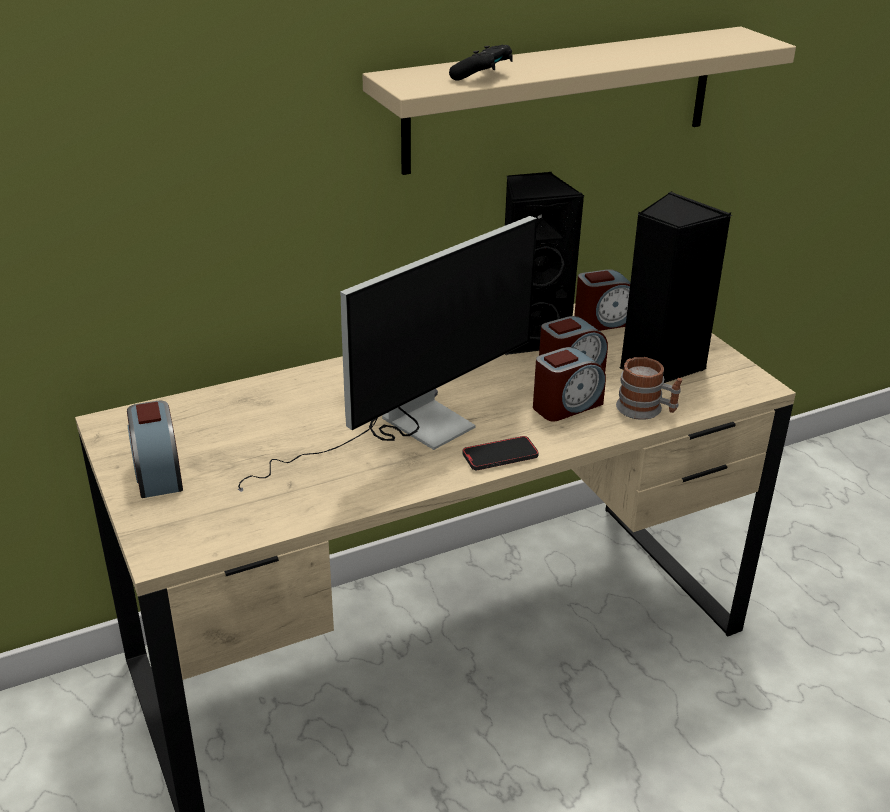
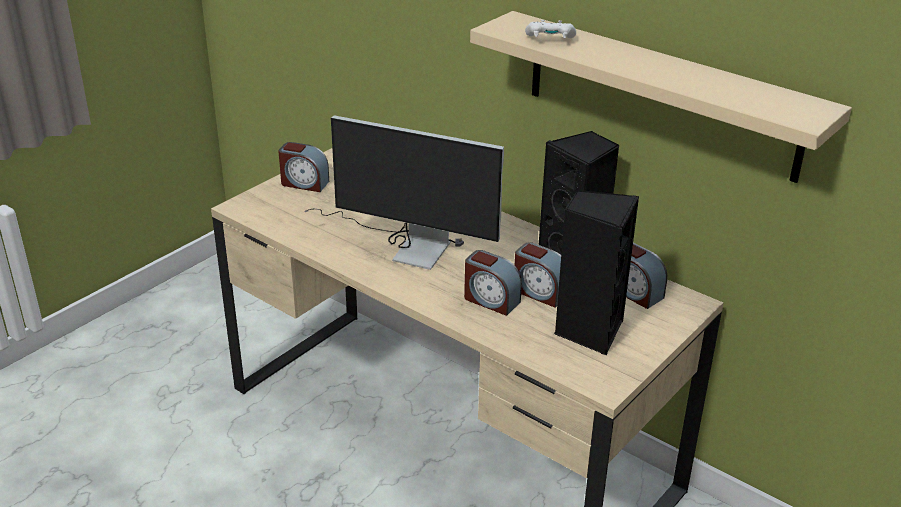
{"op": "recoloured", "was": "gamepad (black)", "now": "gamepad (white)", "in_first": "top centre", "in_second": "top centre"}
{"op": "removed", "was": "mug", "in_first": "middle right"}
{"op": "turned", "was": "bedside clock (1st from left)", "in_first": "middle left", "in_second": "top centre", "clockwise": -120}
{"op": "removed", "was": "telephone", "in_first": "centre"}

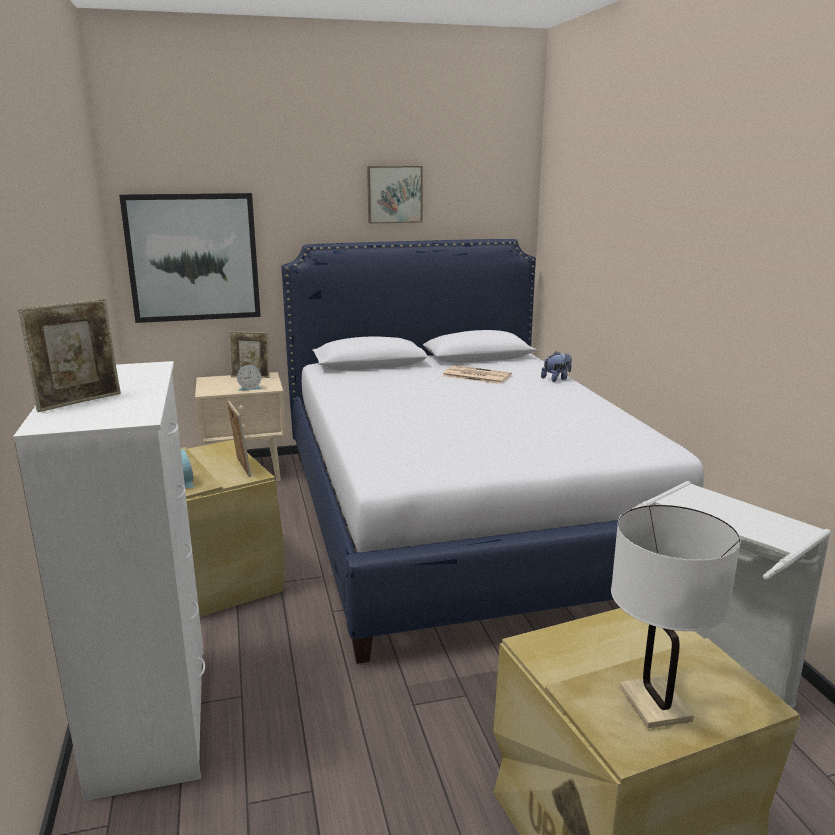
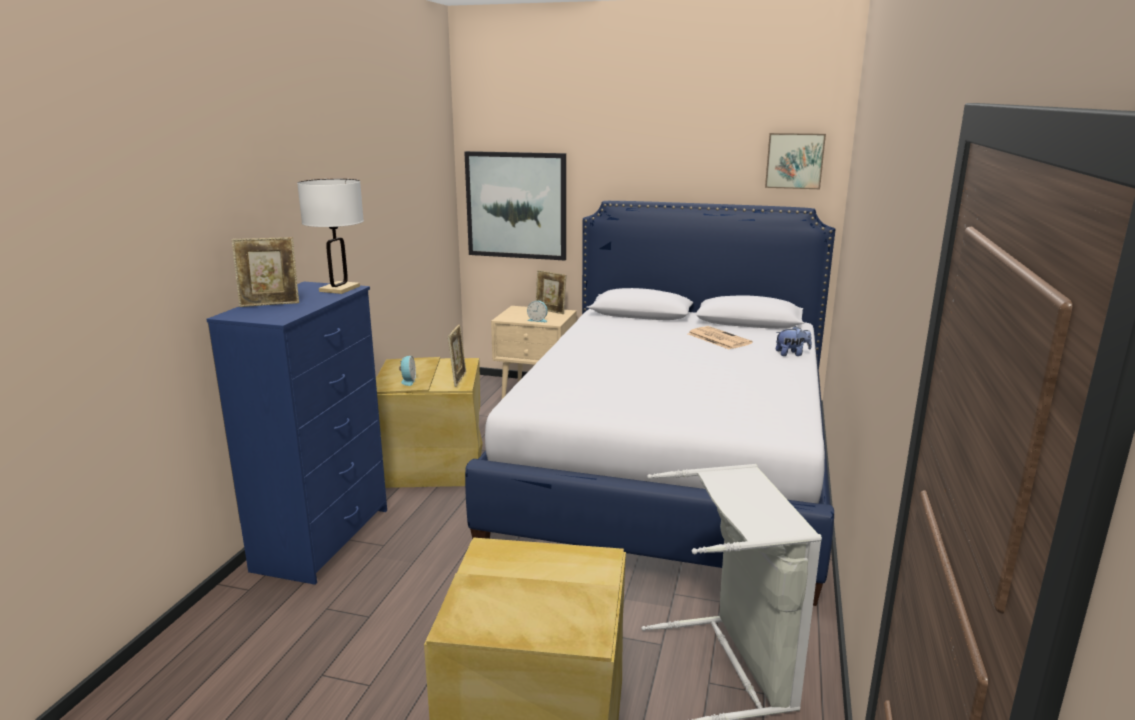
{"op": "moved", "was": "picture (2nd from left)", "in_first": "top centre", "in_second": "top right"}
{"op": "recoloured", "was": "chest of drawers (white)", "now": "chest of drawers (bluish)", "in_first": "bottom left", "in_second": "middle left"}
{"op": "moved", "was": "tabletop lamp (white)", "in_first": "bottom right", "in_second": "top left"}

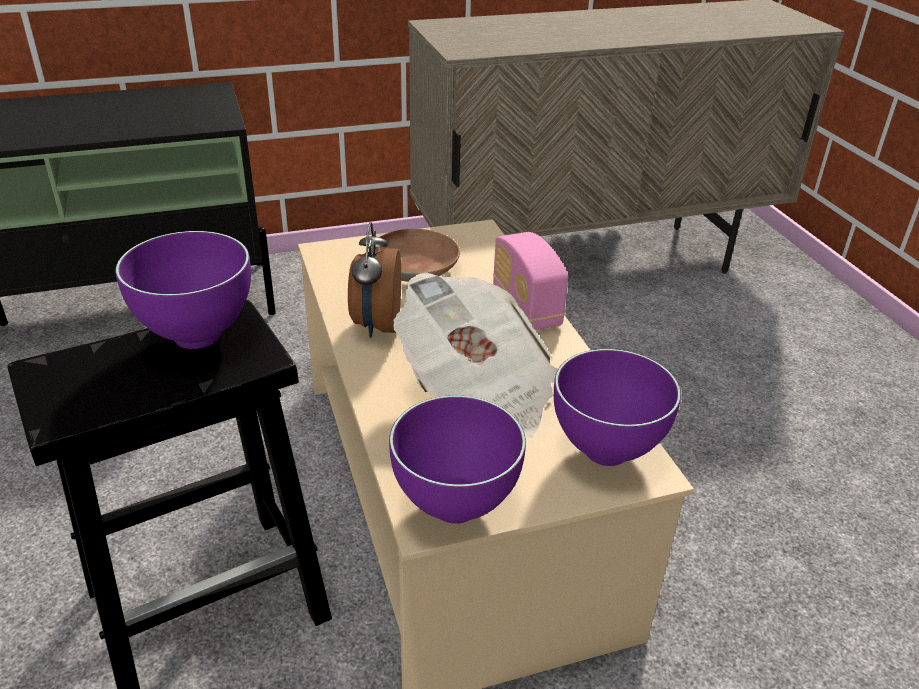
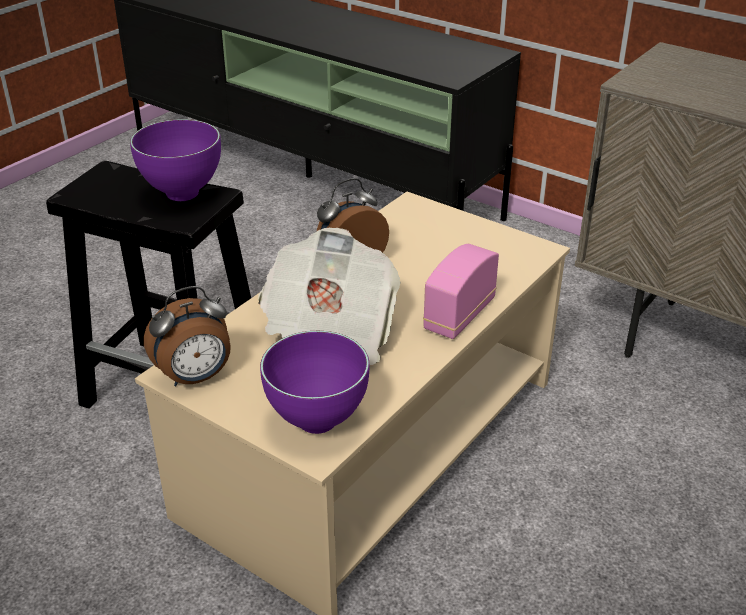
{"op": "removed", "was": "serving bowl (brown)", "in_first": "centre"}
{"op": "replaced", "was": "serving bowl (purple) (2nd from left)", "now": "bedside clock (1st from left)", "in_first": "centre", "in_second": "middle left"}

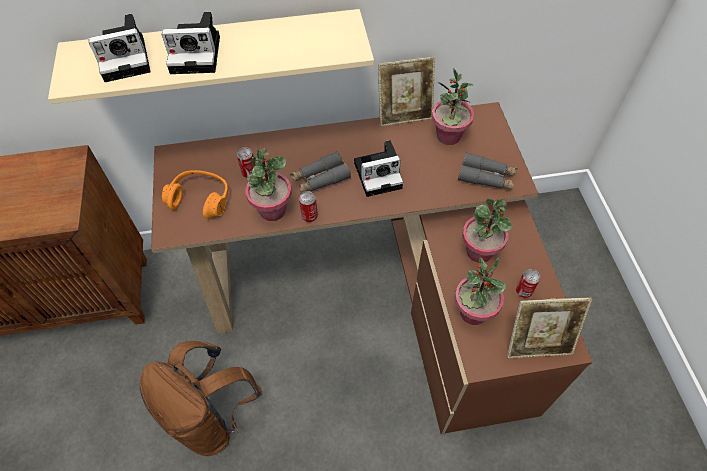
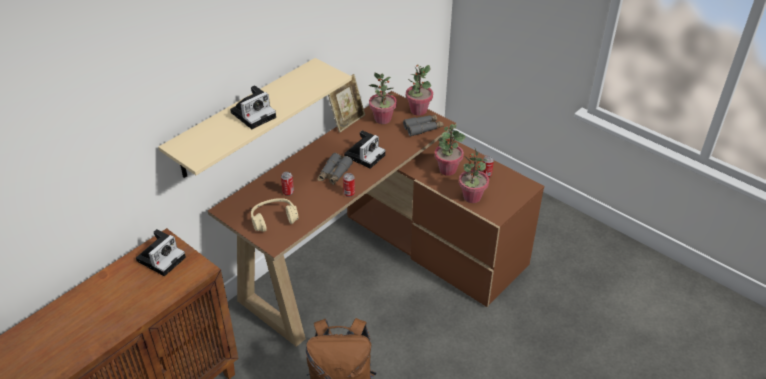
{"op": "moved", "was": "still camera (1st from left)", "in_first": "top left", "in_second": "middle left"}
{"op": "moved", "was": "houseplant (1st from left in the first image)", "now": "houseplant (2nd from left)", "in_first": "centre", "in_second": "top centre"}
{"op": "recoloured", "was": "pair of headphones (orangey)", "now": "pair of headphones (beige-coloured)", "in_first": "middle left", "in_second": "centre"}
{"op": "removed", "was": "standing frame (2nd from left)", "in_first": "bottom right"}

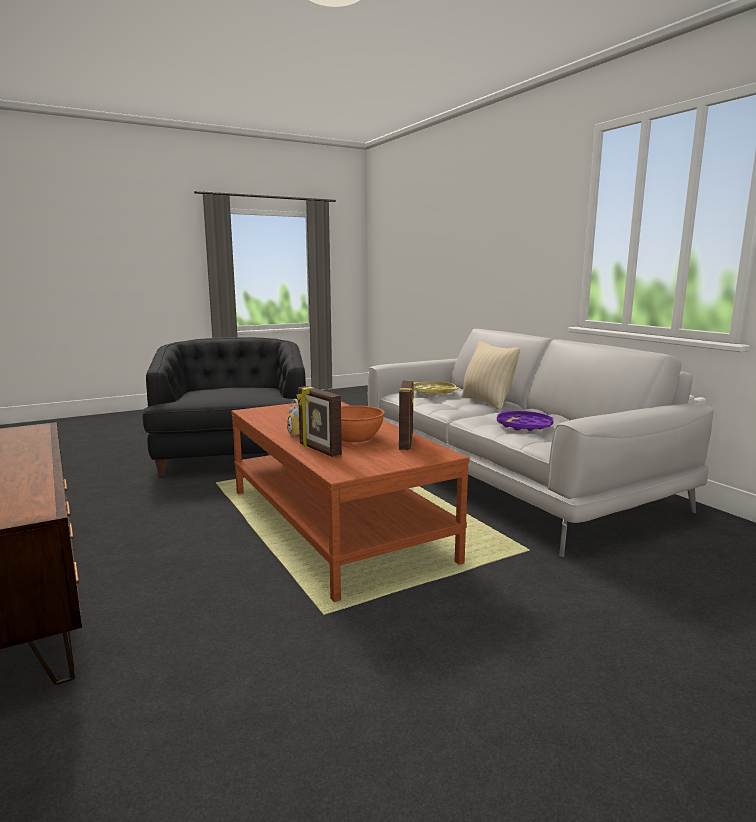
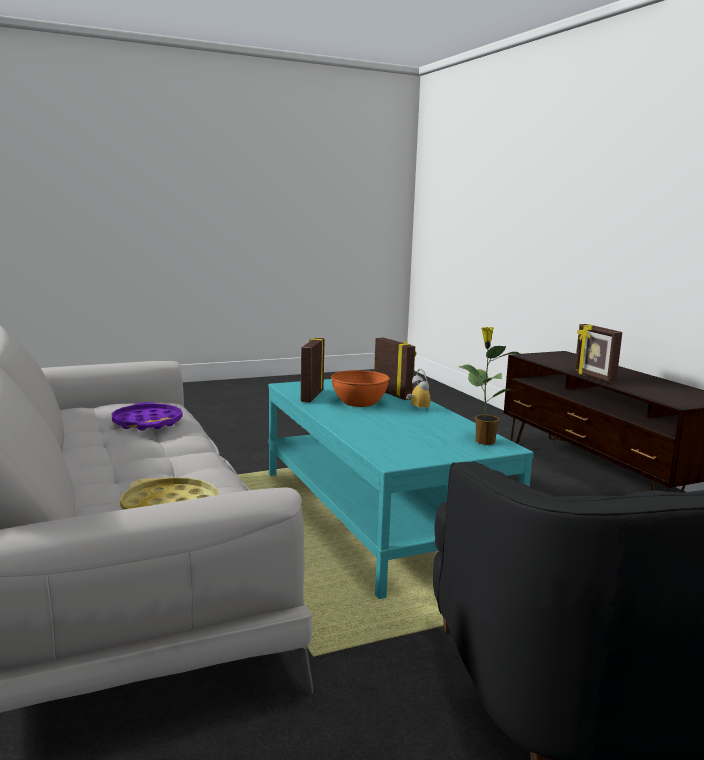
{"op": "removed", "was": "pillow (beige-coloured)", "in_first": "centre"}
{"op": "recoloured", "was": "coffee table (brown)", "now": "coffee table (turquoise-coloured)", "in_first": "centre", "in_second": "centre"}
{"op": "added", "now": "standing frame (3rd from left)", "in_second": "middle right"}
{"op": "added", "now": "houseplant", "in_second": "middle right"}

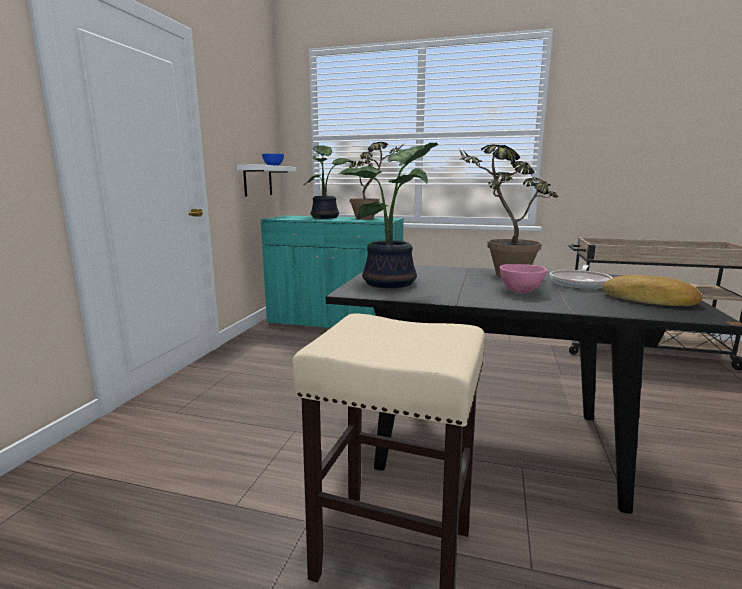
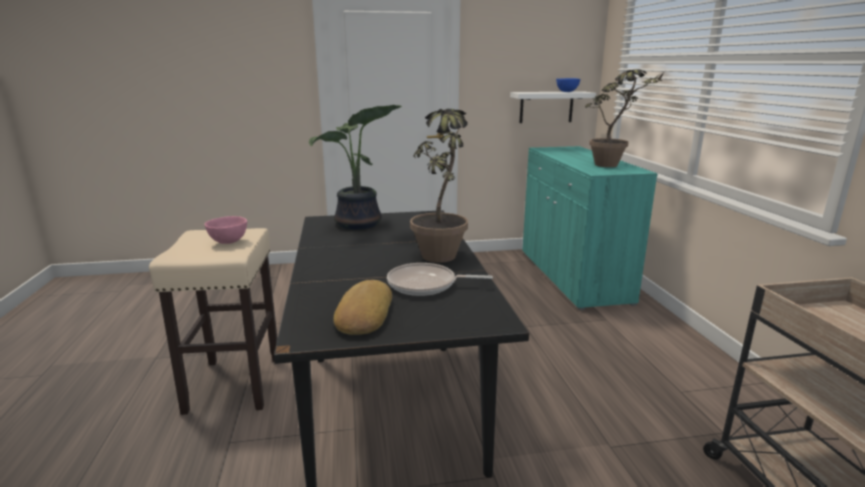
{"op": "removed", "was": "houseplant (1st from left)", "in_first": "top centre"}
{"op": "moved", "was": "serving bowl (pink-coloured)", "in_first": "middle right", "in_second": "middle left"}

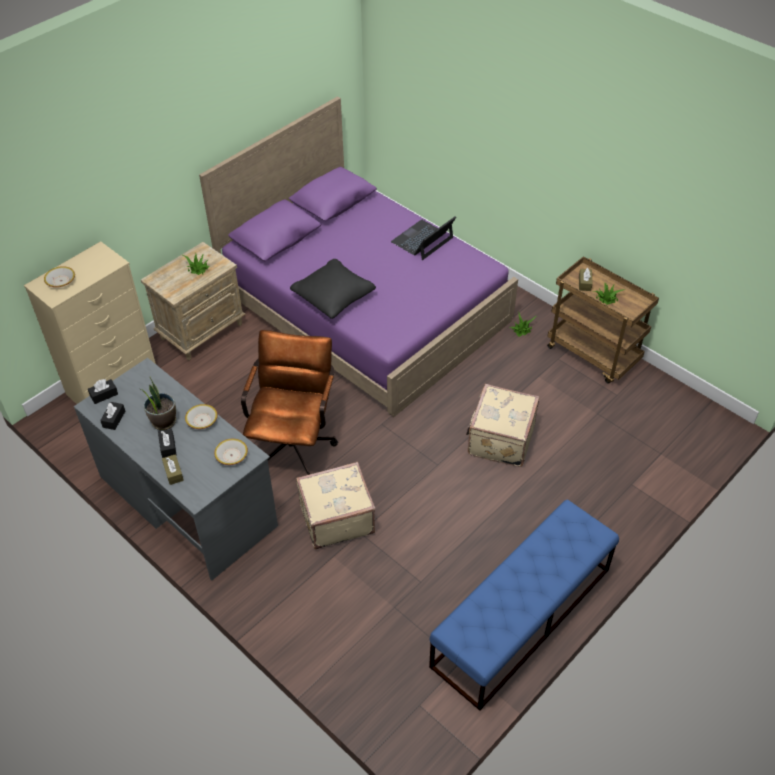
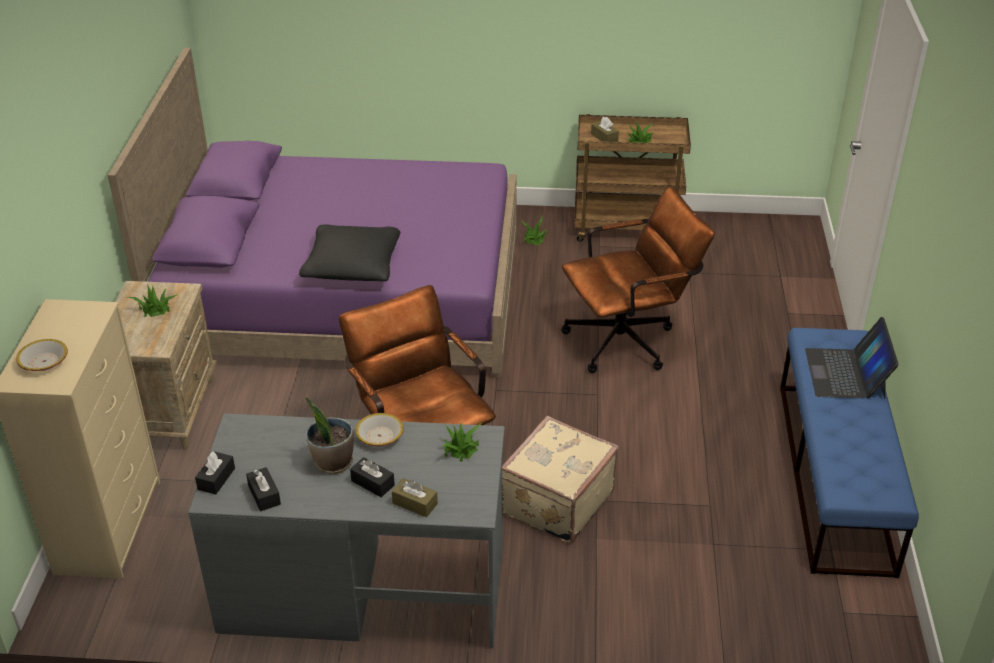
{"op": "moved", "was": "portable computer", "in_first": "top centre", "in_second": "middle right"}
{"op": "replaced", "was": "suitcase (beige-coloured) (2nd from left)", "now": "office chair (brown) (2nd from left)", "in_first": "centre", "in_second": "centre"}
{"op": "replaced", "was": "serving bowl (3rd from left)", "now": "houseplant (3rd from left)", "in_first": "middle left", "in_second": "bottom centre"}

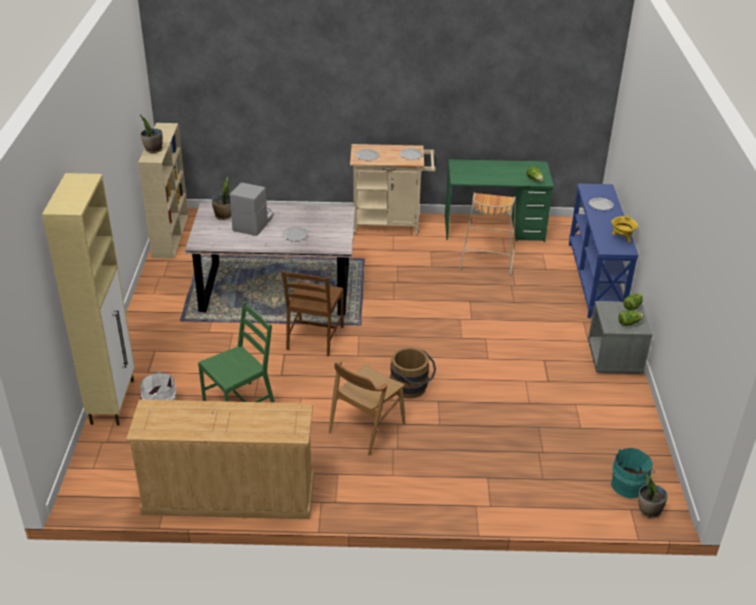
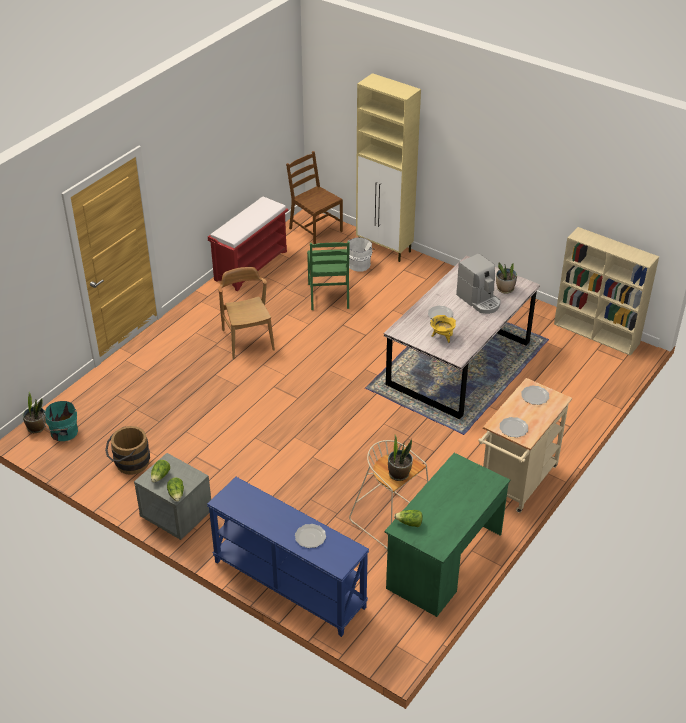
{"op": "moved", "was": "houseplant (1st from left in the first image)", "now": "houseplant (2nd from left)", "in_first": "top left", "in_second": "centre"}
{"op": "moved", "was": "cooking pot (yellow)", "in_first": "middle right", "in_second": "centre"}
{"op": "moved", "was": "chair (brown) (1st from left in the first image)", "now": "chair (brown) (2nd from left)", "in_first": "centre", "in_second": "top centre"}
{"op": "moved", "was": "bucket (brown)", "in_first": "centre", "in_second": "middle left"}
{"op": "replaced", "was": "chest of drawers (beige-coloured)", "now": "bench (red)", "in_first": "bottom left", "in_second": "centre"}

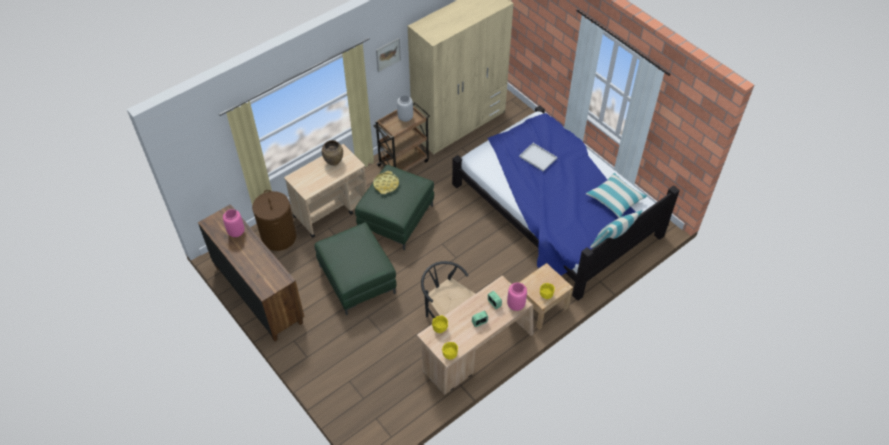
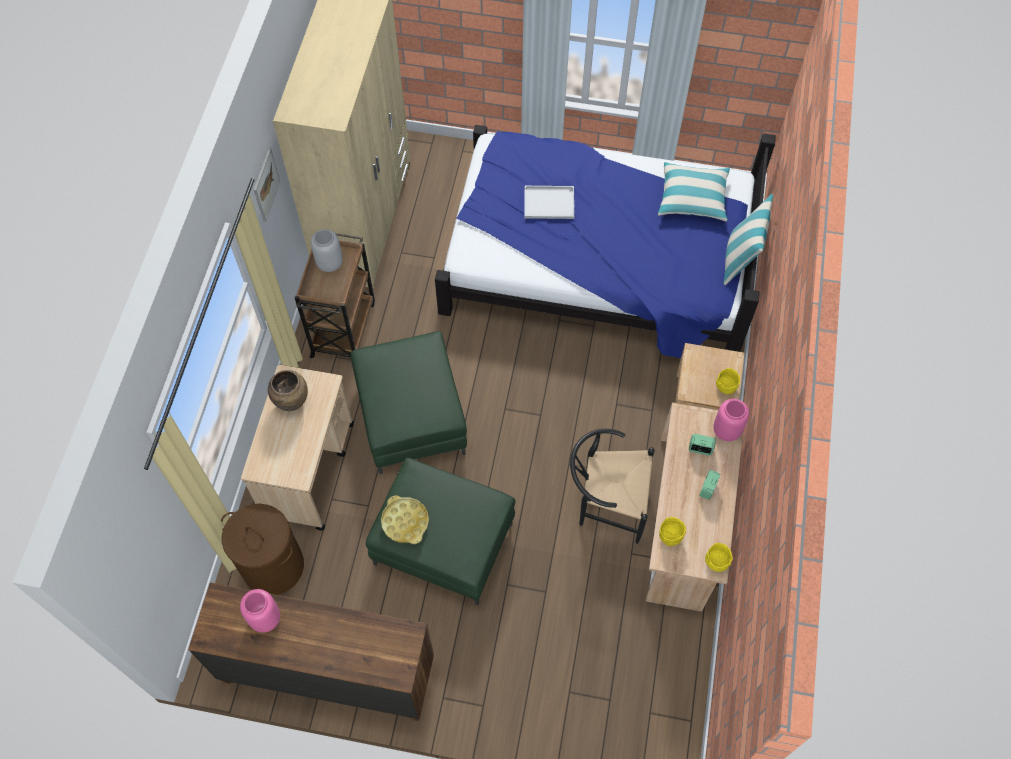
{"op": "moved", "was": "serving tray (yellow)", "in_first": "centre", "in_second": "bottom centre"}

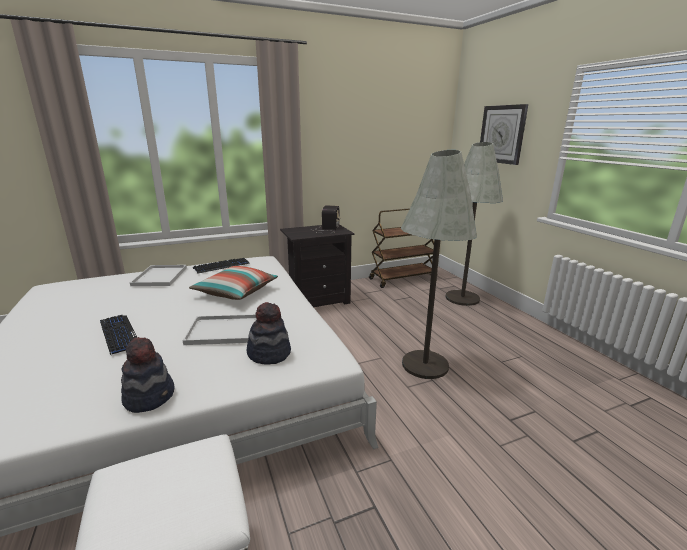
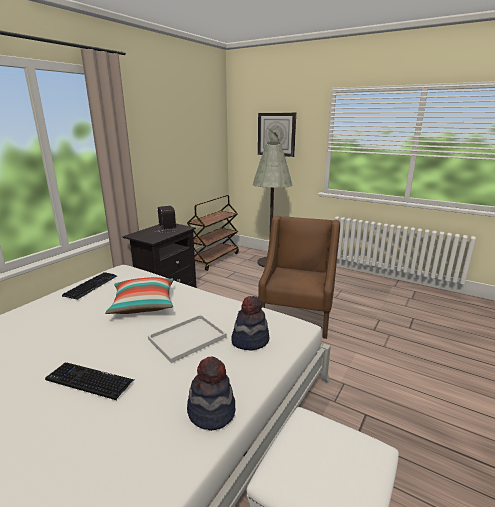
{"op": "replaced", "was": "floor lamp (greyish) (1st from left)", "now": "armchair (brown)", "in_first": "centre", "in_second": "centre"}
{"op": "removed", "was": "serving tray (white) (1st from left)", "in_first": "middle left"}

